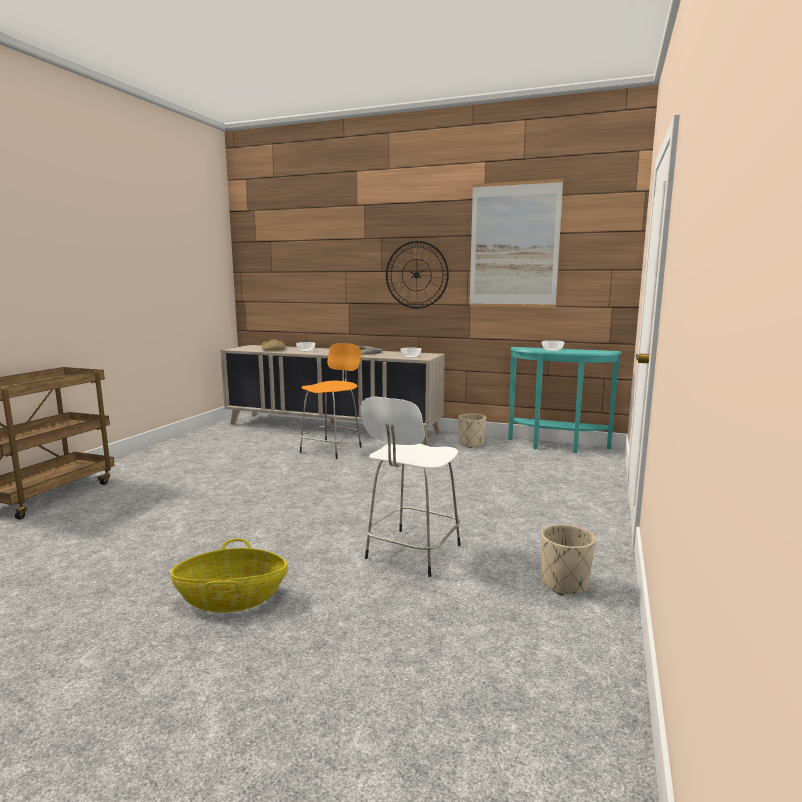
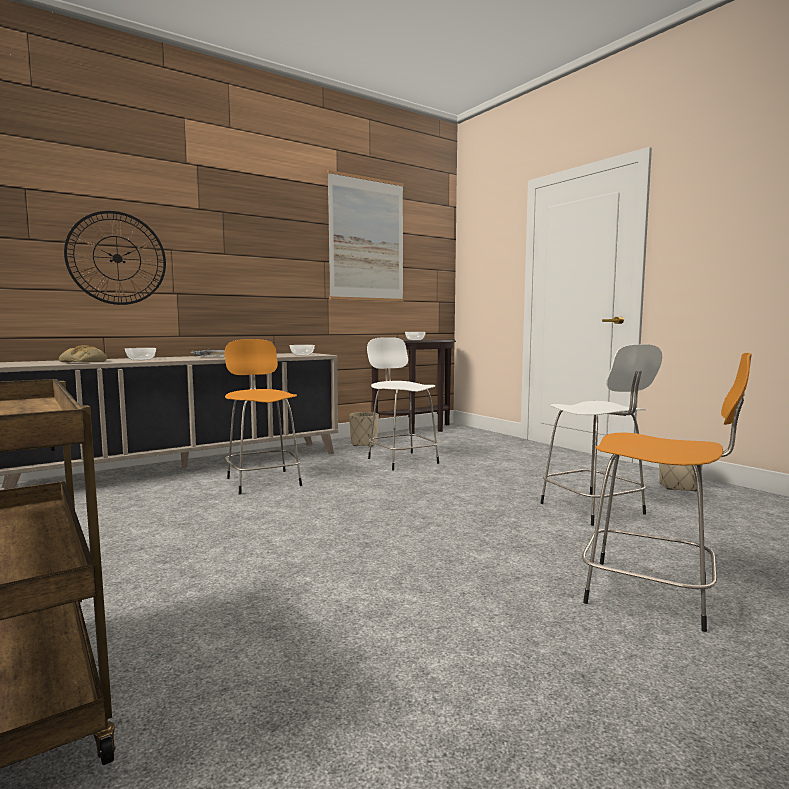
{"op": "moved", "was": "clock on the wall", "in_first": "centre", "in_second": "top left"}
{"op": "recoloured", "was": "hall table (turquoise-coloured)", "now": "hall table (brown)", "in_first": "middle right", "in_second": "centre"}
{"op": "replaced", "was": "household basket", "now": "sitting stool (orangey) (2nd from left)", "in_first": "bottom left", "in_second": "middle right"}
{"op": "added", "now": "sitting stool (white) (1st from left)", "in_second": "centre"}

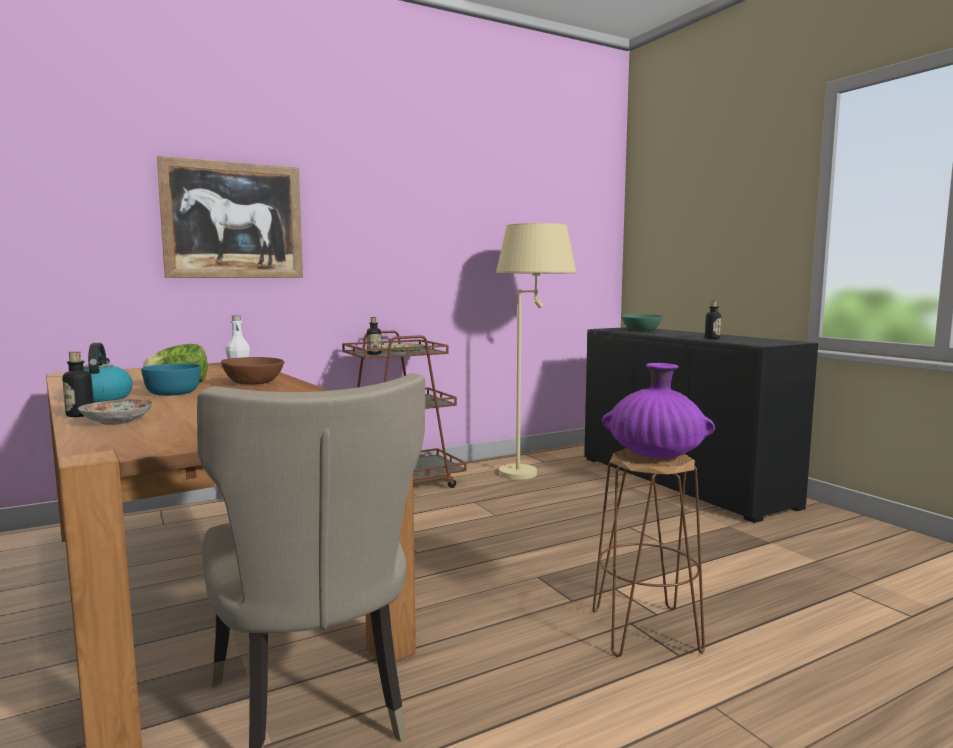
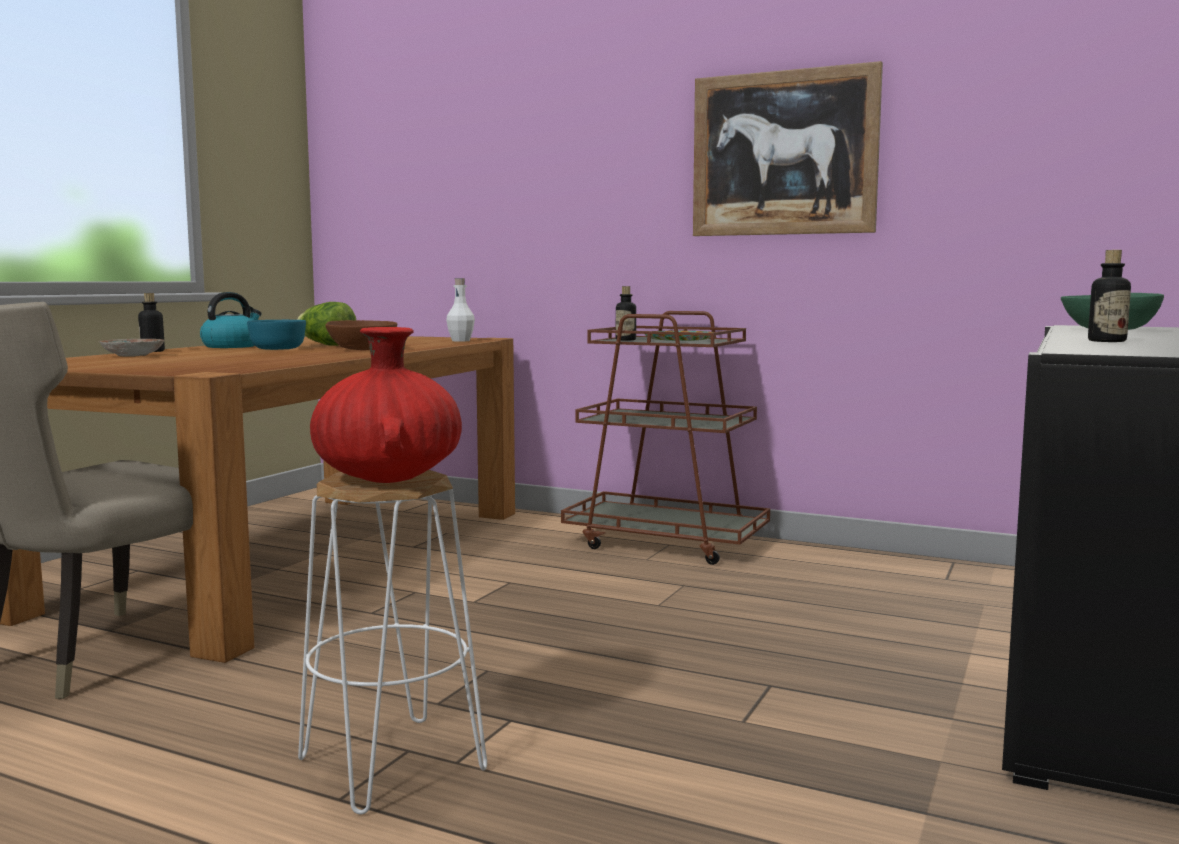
{"op": "moved", "was": "picture", "in_first": "top left", "in_second": "top right"}
{"op": "removed", "was": "floor lamp (beige-coloured)", "in_first": "centre"}
{"op": "recoloured", "was": "vase (purple)", "now": "vase (red)", "in_first": "middle right", "in_second": "middle left"}
{"op": "recoloured", "was": "sitting stool (brown)", "now": "sitting stool (white)", "in_first": "bottom right", "in_second": "bottom left"}

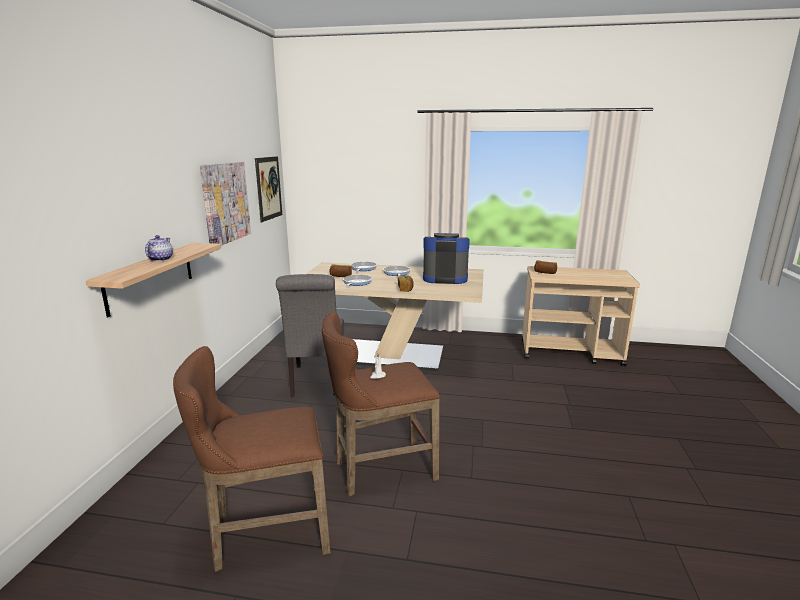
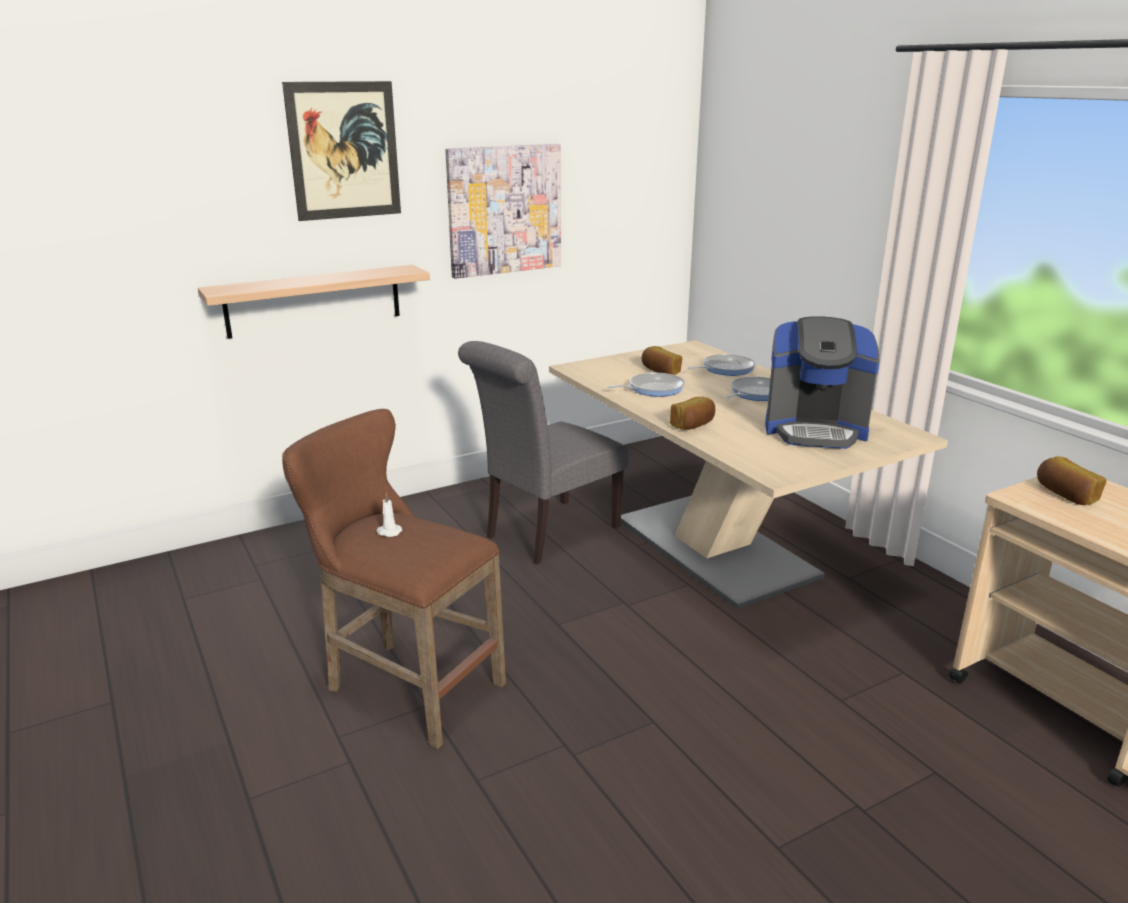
{"op": "moved", "was": "picture (2nd from left in the first image)", "now": "picture (1st from left)", "in_first": "top centre", "in_second": "top left"}
{"op": "turned", "was": "coffee maker", "in_first": "centre", "in_second": "middle right", "clockwise": 135}
{"op": "removed", "was": "pot for tea", "in_first": "middle left"}
{"op": "removed", "was": "sitting stool (brown) (1st from left)", "in_first": "bottom left"}

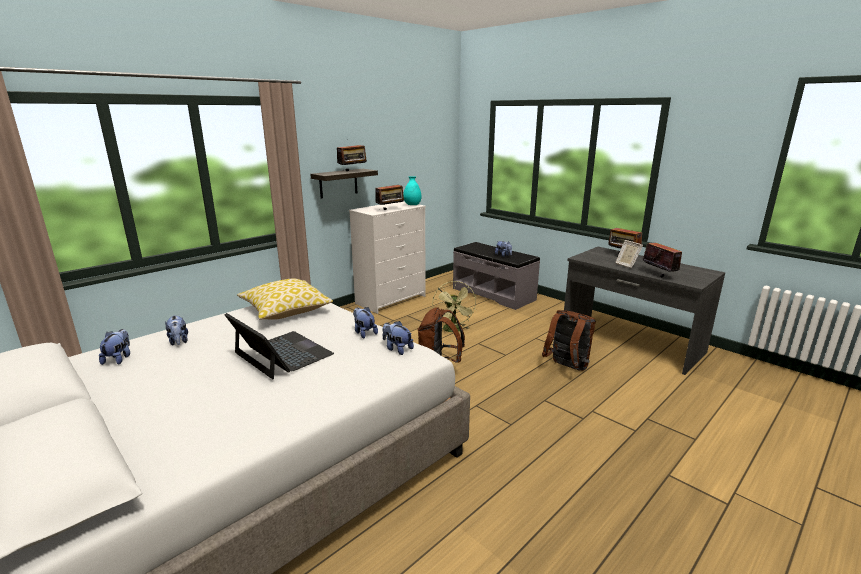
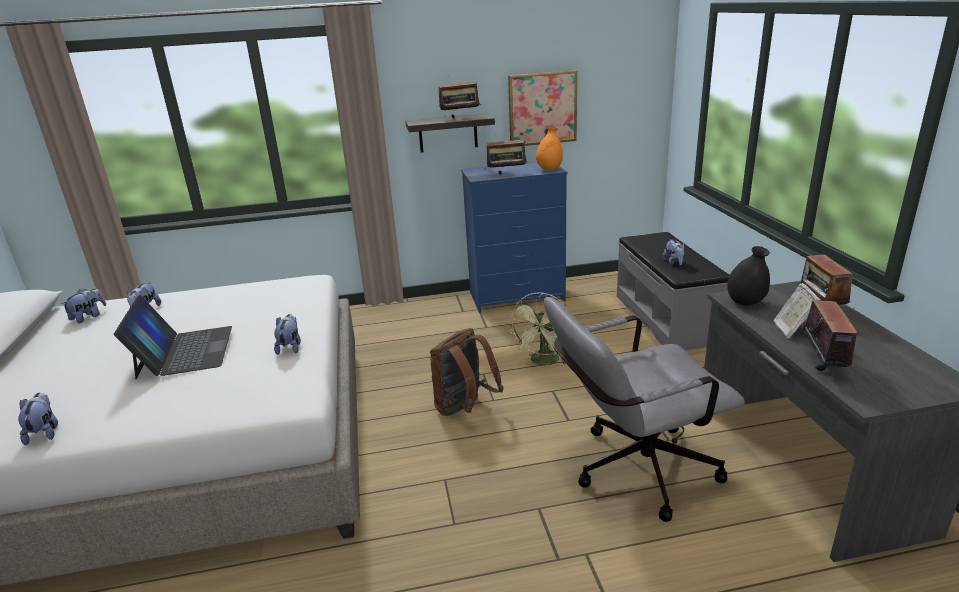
{"op": "recoloured", "was": "vase (turquoise-coloured)", "now": "vase (orangey)", "in_first": "top centre", "in_second": "top centre"}
{"op": "recoloured", "was": "chest of drawers (white)", "now": "chest of drawers (bluish)", "in_first": "centre", "in_second": "centre"}
{"op": "removed", "was": "pillow", "in_first": "middle left"}
{"op": "replaced", "was": "knapsack (brown) (2nd from left)", "now": "office chair (greyish)", "in_first": "centre", "in_second": "bottom right"}
{"op": "moved", "was": "cuddly toy (4th from left in the first image)", "now": "cuddly toy (1st from left)", "in_first": "centre", "in_second": "bottom left"}
{"op": "added", "now": "picture", "in_second": "top centre"}
{"op": "added", "now": "vase (black)", "in_second": "middle right"}

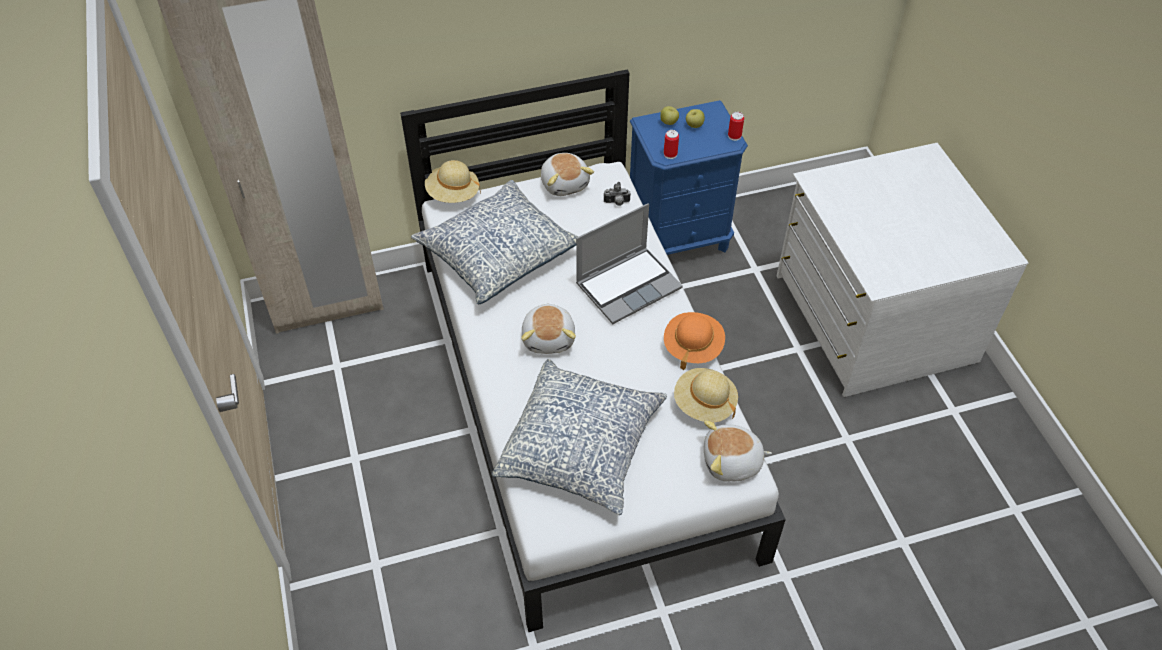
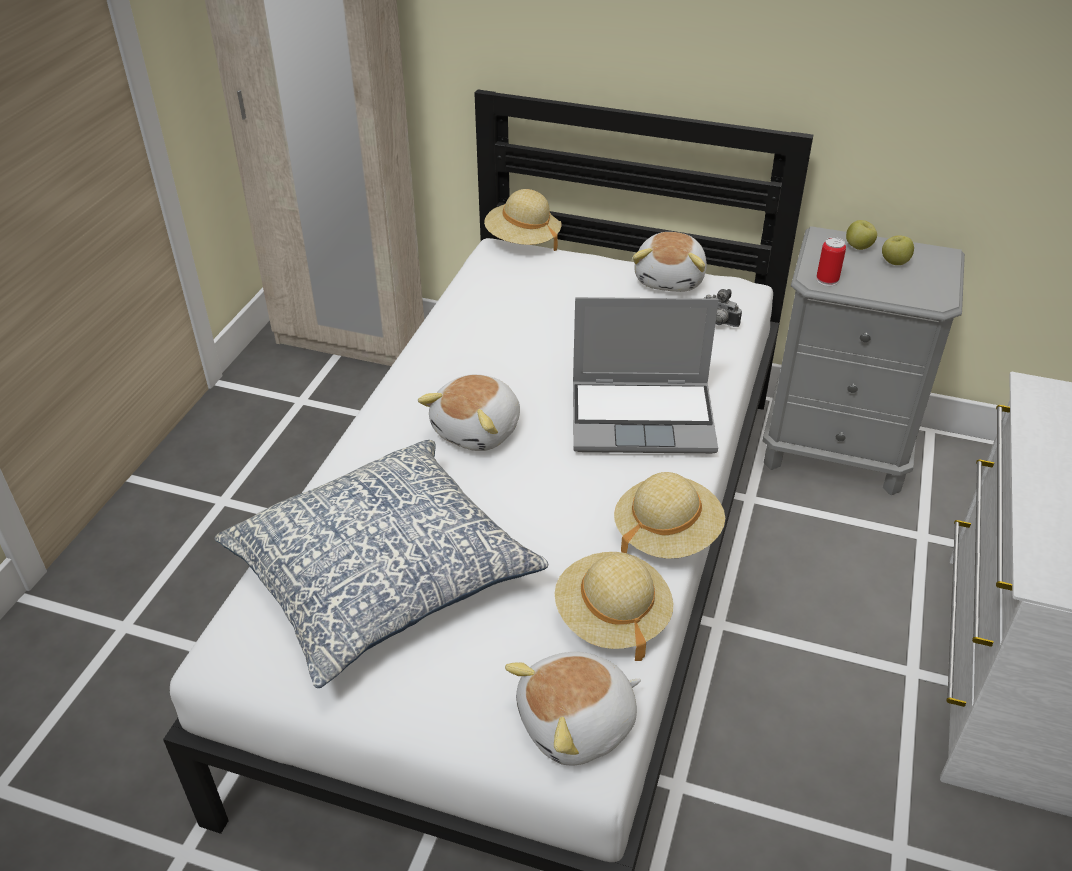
{"op": "recoloured", "was": "bedside table (bluish)", "now": "bedside table (greyish)", "in_first": "top centre", "in_second": "middle right"}
{"op": "removed", "was": "metal can (2nd from left)", "in_first": "top centre"}
{"op": "removed", "was": "pillow (1st from left)", "in_first": "centre"}
{"op": "recoloured", "was": "wearable hat (orangey)", "now": "wearable hat (beige-coloured) (3rd from left)", "in_first": "centre", "in_second": "centre"}
{"op": "turned", "was": "cuddly toy (3rd from left in the first image)", "in_first": "bottom centre", "in_second": "bottom centre", "clockwise": -60}

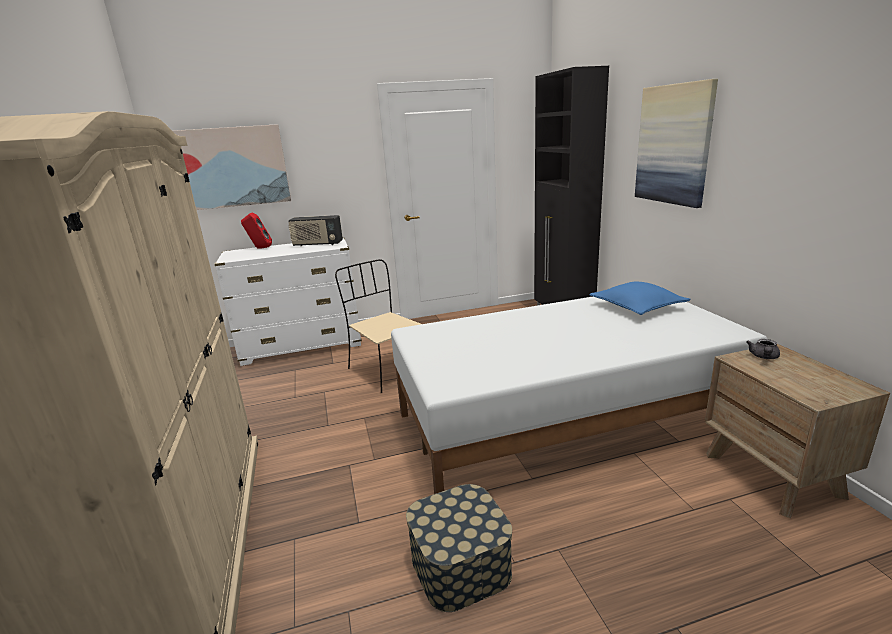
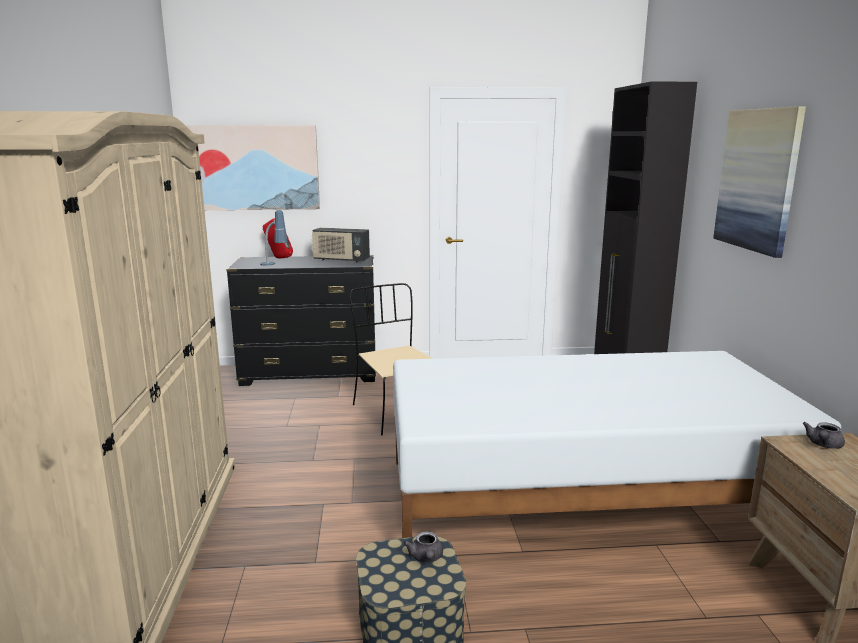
{"op": "recoloured", "was": "chest of drawers (white)", "now": "chest of drawers (black)", "in_first": "middle left", "in_second": "centre"}
{"op": "removed", "was": "pillow (bluish)", "in_first": "middle right"}
{"op": "added", "now": "tabletop lamp", "in_second": "middle left"}
{"op": "added", "now": "pot for tea (greyish) (1st from left)", "in_second": "bottom centre"}

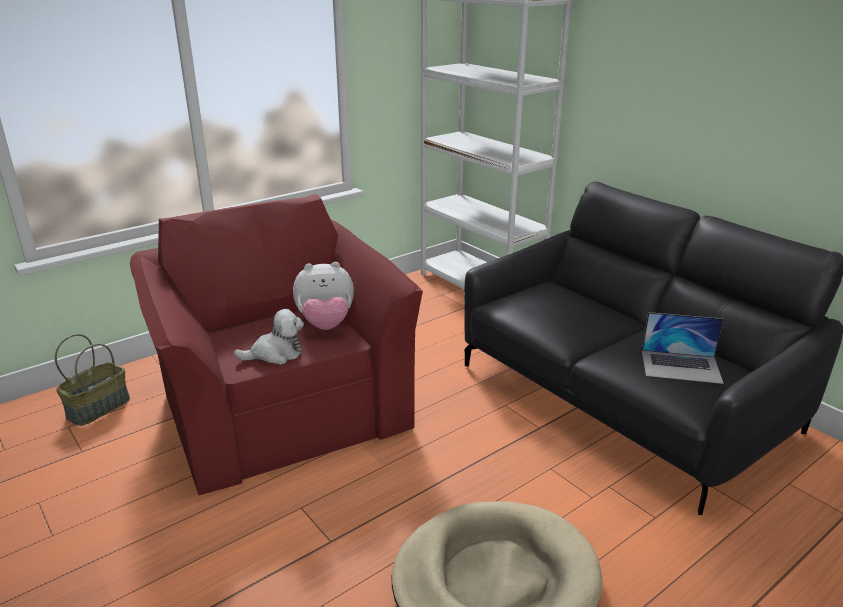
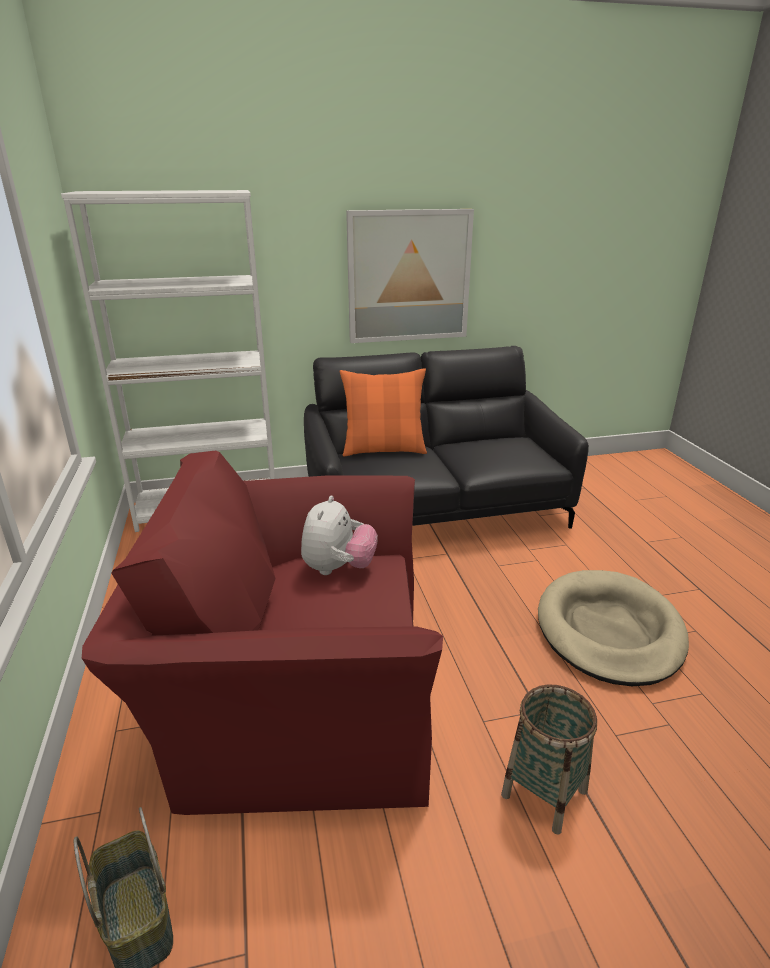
{"op": "removed", "was": "cuddly toy (1st from left)", "in_first": "middle left"}
{"op": "removed", "was": "portable computer", "in_first": "middle right"}
{"op": "added", "now": "picture", "in_second": "top centre"}
{"op": "added", "now": "pillow (orangey)", "in_second": "centre"}
{"op": "added", "now": "household basket (2nd from left)", "in_second": "bottom right"}

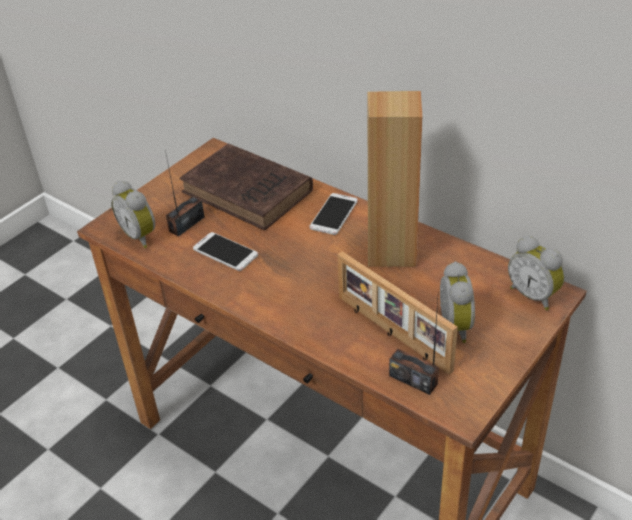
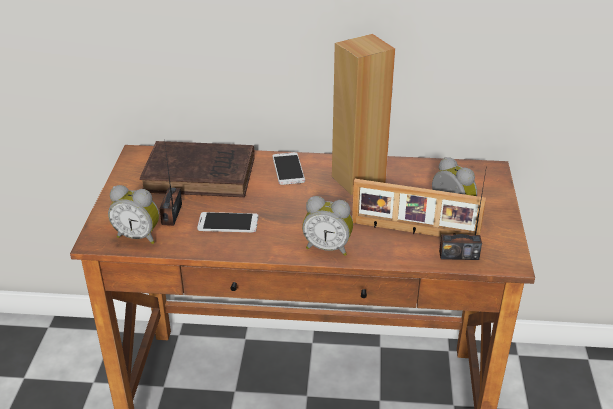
{"op": "moved", "was": "bedside clock (3rd from left in the first image)", "now": "bedside clock (2nd from left)", "in_first": "middle right", "in_second": "centre"}

